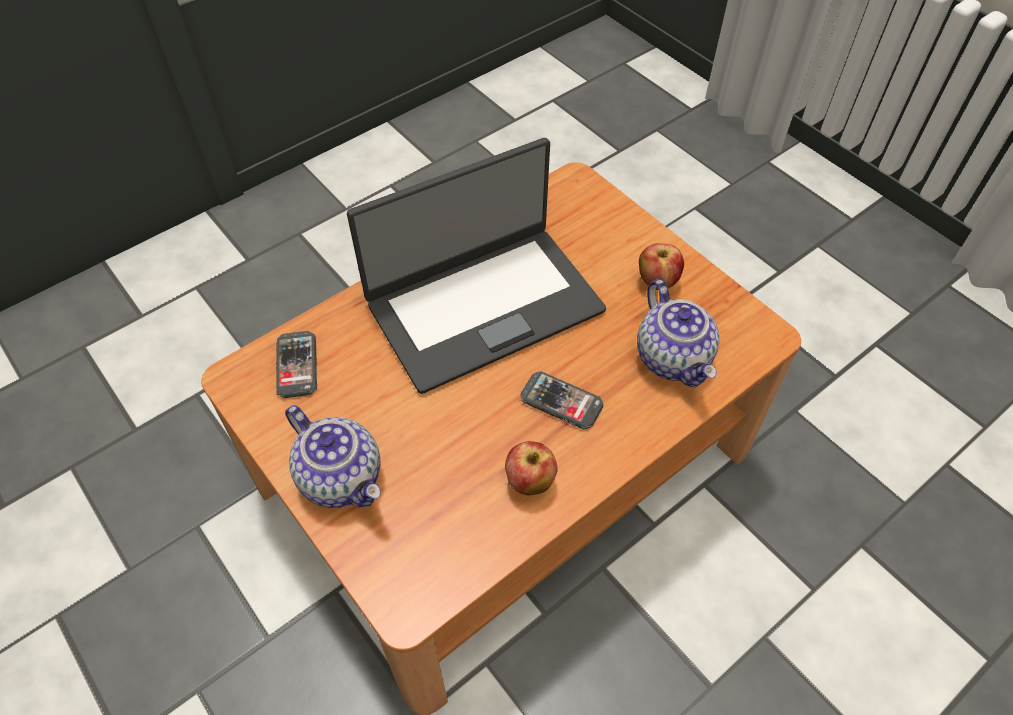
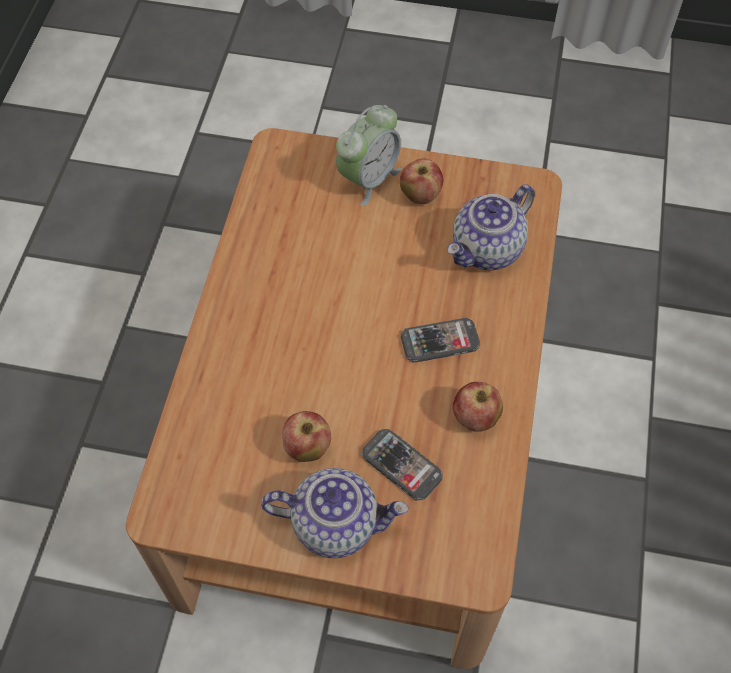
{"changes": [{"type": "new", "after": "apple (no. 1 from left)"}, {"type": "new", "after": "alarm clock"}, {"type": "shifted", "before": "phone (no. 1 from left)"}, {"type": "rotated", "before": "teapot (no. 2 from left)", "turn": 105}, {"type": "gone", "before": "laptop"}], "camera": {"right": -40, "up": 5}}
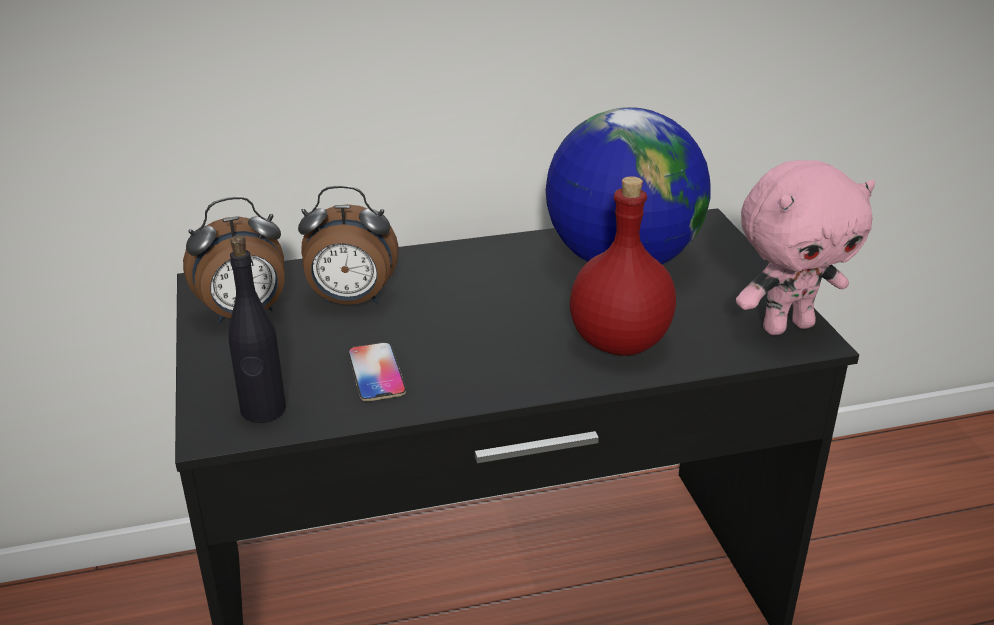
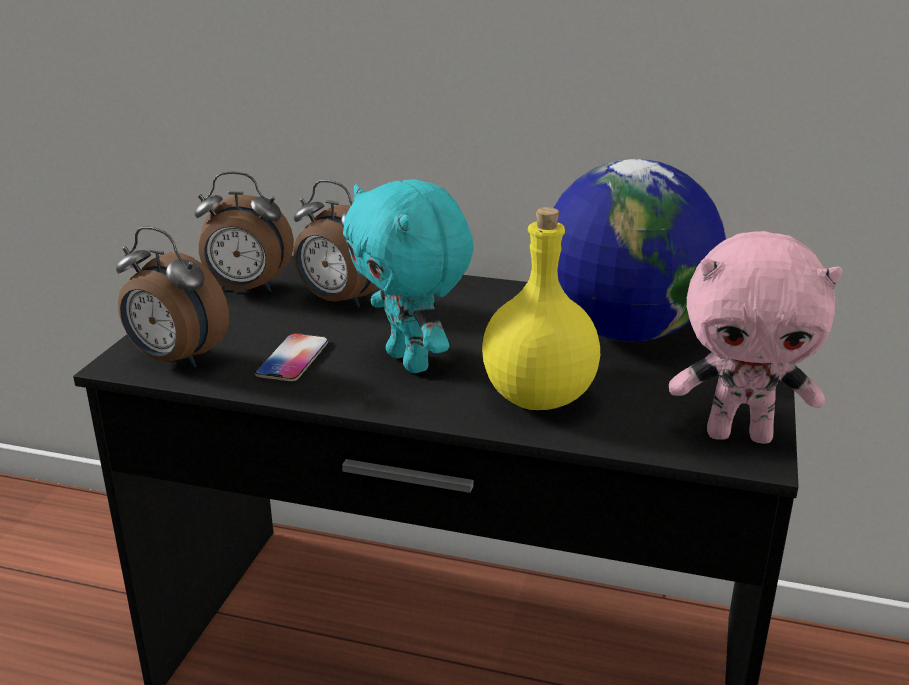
{"changes": [{"type": "swapped", "before": "bottle (black)", "after": "alarm clock (no. 1 from left)"}, {"type": "new", "after": "plush toy (turquoise)"}, {"type": "repainted", "before": "bottle (red)", "after": "bottle (yellow)"}], "camera": {"right": 30, "up": -5}}
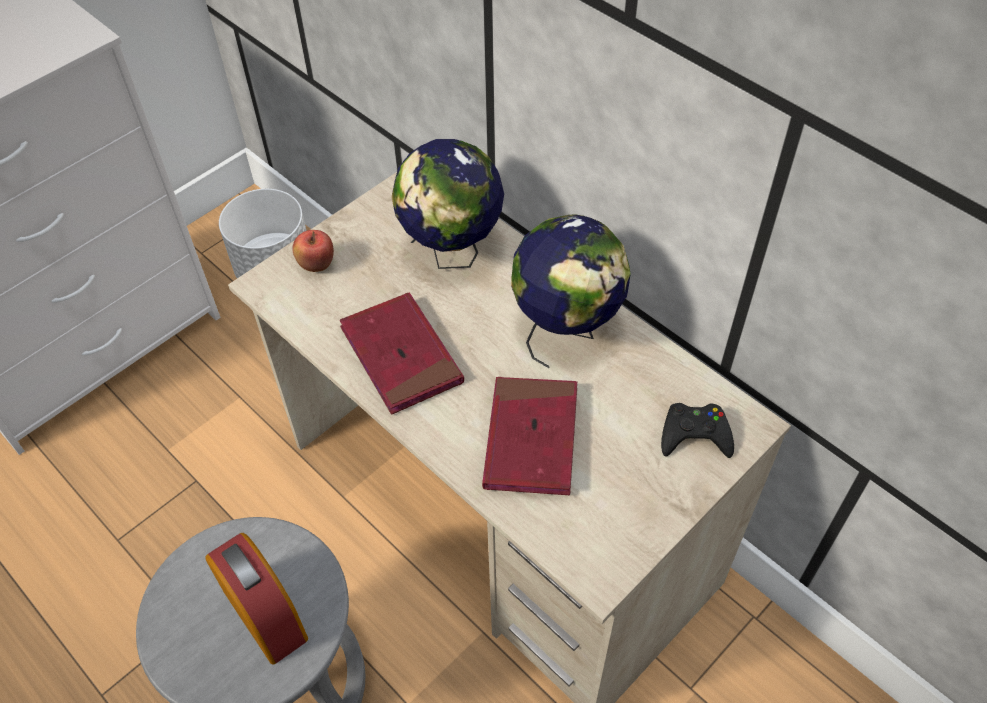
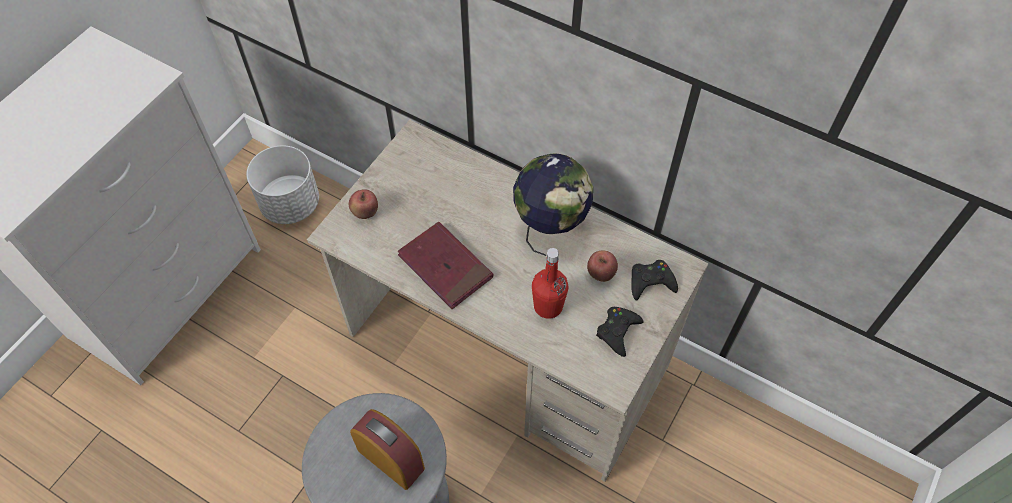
{"changes": [{"type": "swapped", "before": "book (red) (no. 2 from left)", "after": "bottle (red)"}, {"type": "new", "after": "apple (no. 2 from left)"}, {"type": "new", "after": "game controller (black) (no. 1 from left)"}, {"type": "gone", "before": "globe (no. 1 from left)"}], "camera": {"right": -15, "up": 5}}
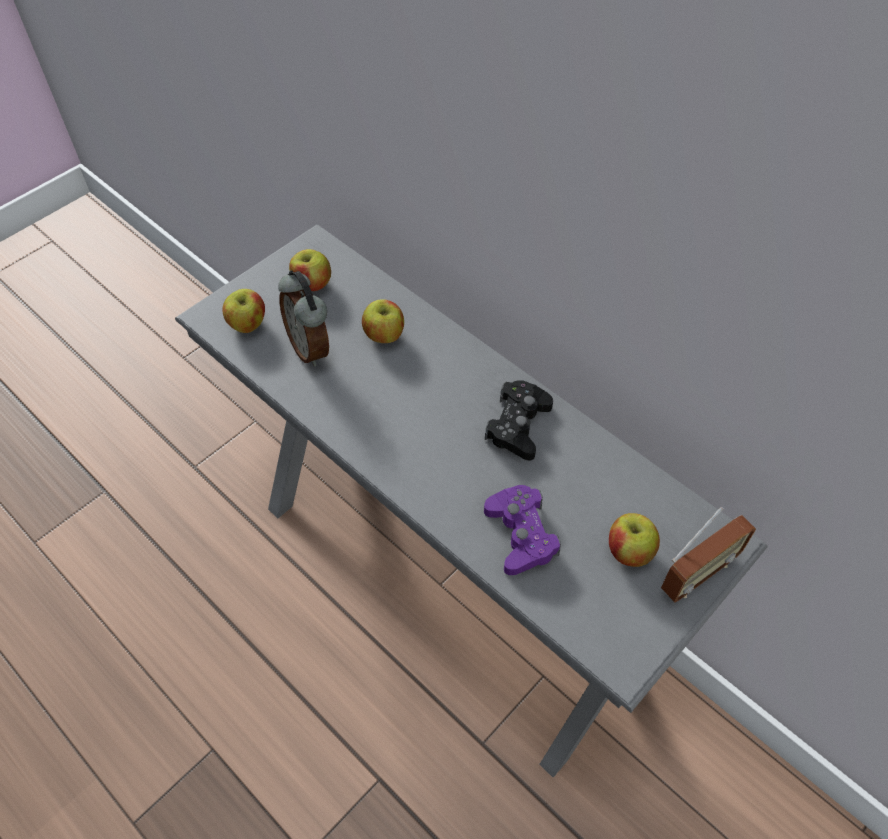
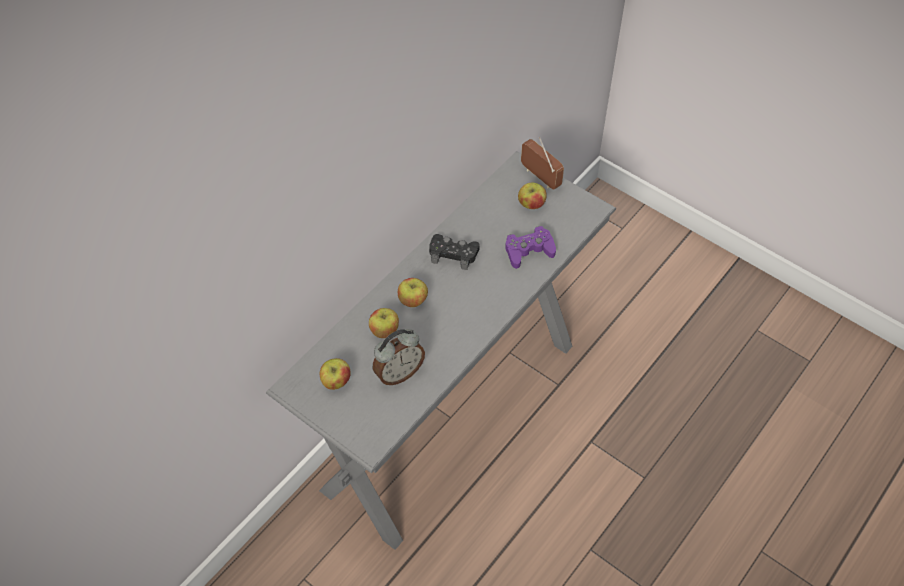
{"changes": [{"type": "shifted", "before": "apple (no. 1 from left in the first image)", "after": "apple (no. 3 from left)"}], "camera": {"right": -95, "up": 0}}
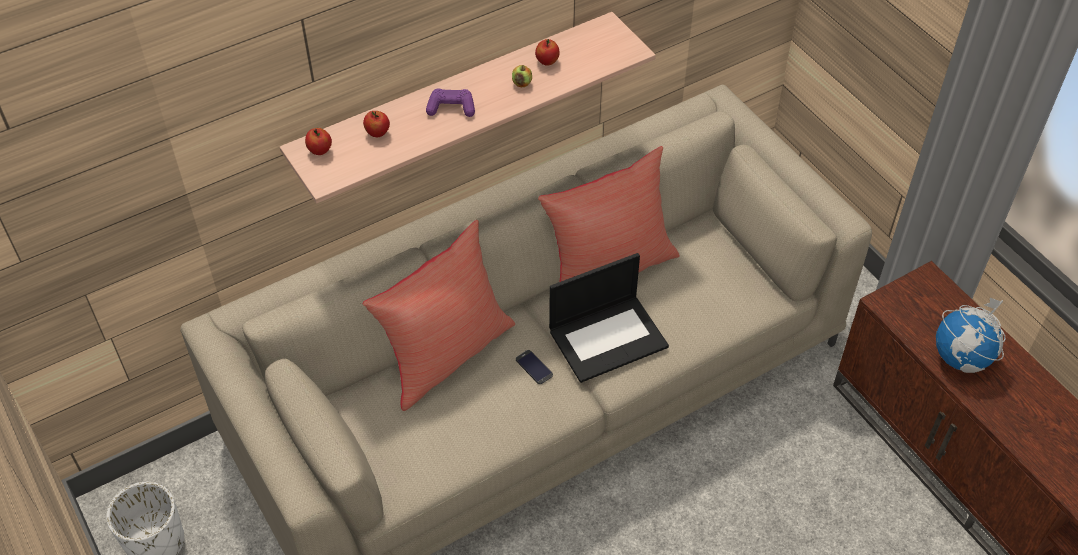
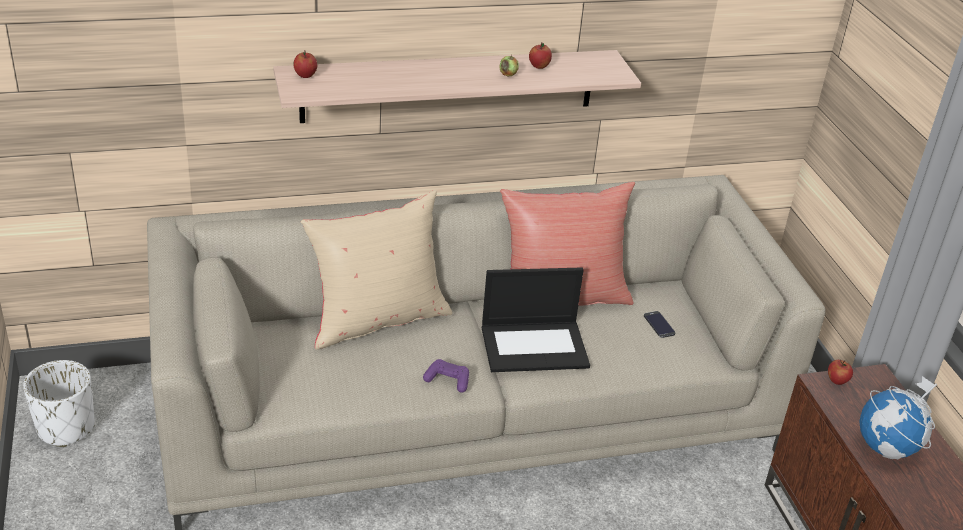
{"changes": [{"type": "repainted", "before": "pillow (red) (no. 1 from left)", "after": "pillow (beige)"}, {"type": "shifted", "before": "game controller (purple)"}, {"type": "shifted", "before": "phone"}, {"type": "shifted", "before": "apple (no. 2 from left in the first image)", "after": "apple (no. 4 from left)"}], "camera": {"right": 15, "up": -15}}
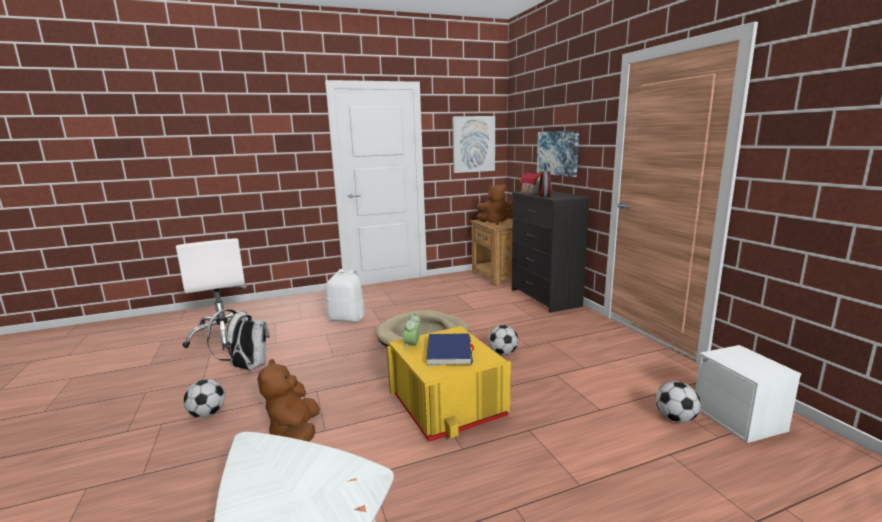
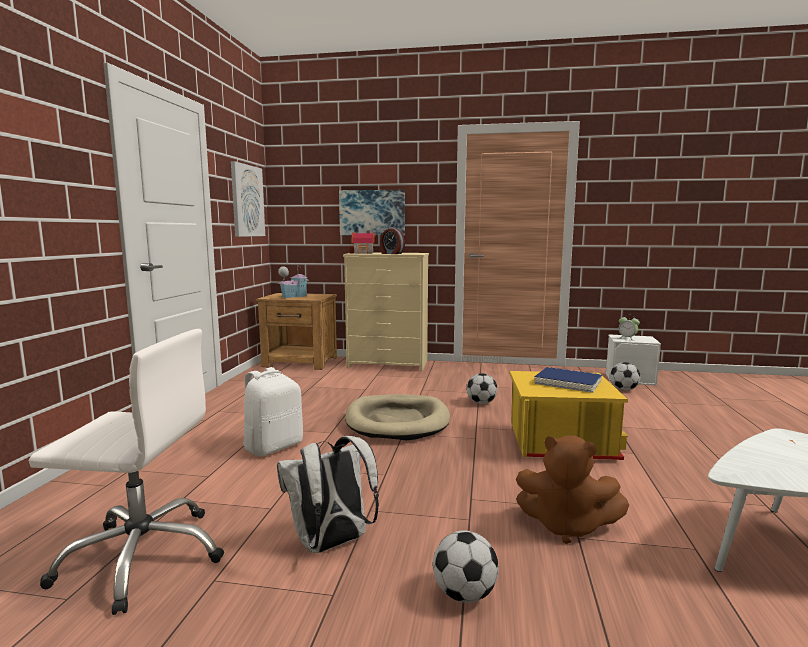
{"changes": [{"type": "swapped", "before": "plush toy (brown) (no. 2 from left)", "after": "toy house (no. 1 from left)"}, {"type": "repainted", "before": "dresser (black)", "after": "dresser (beige)"}, {"type": "shifted", "before": "alarm clock (no. 1 from left in the first image)", "after": "alarm clock (no. 2 from left)"}], "camera": {"right": -60, "up": -5}}
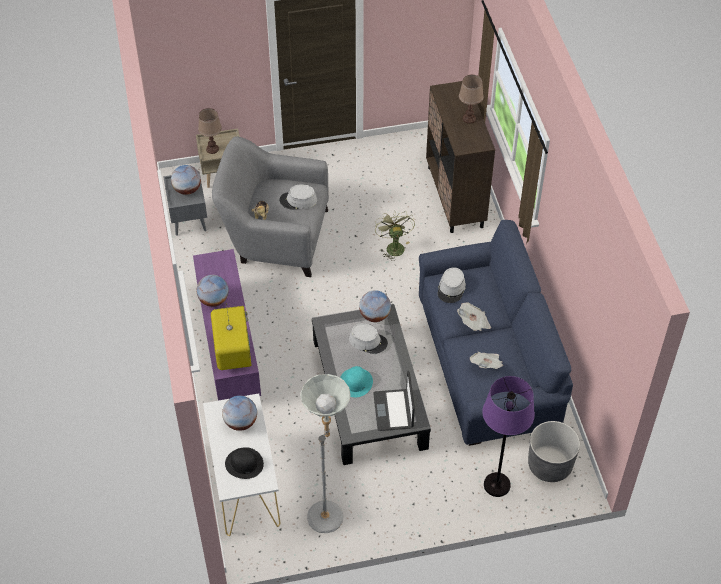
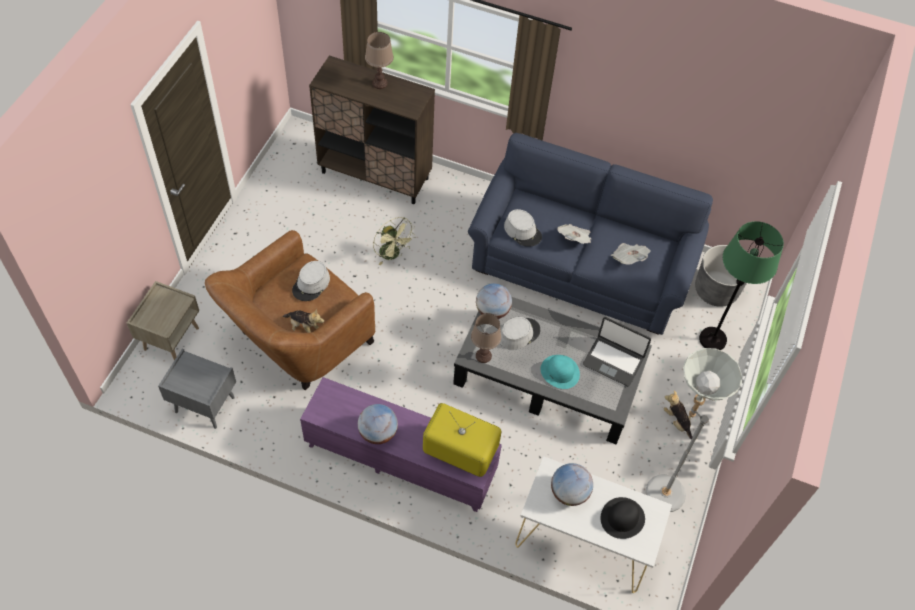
{"changes": [{"type": "repainted", "before": "armchair (grey)", "after": "armchair (brown)"}, {"type": "rotated", "before": "fan (green)", "turn": -150}, {"type": "shifted", "before": "table lamp (brown) (no. 1 from left in the first image)", "after": "table lamp (brown) (no. 2 from left)"}, {"type": "new", "after": "plush toy (no. 2 from left)"}, {"type": "repainted", "before": "floor lamp (purple)", "after": "floor lamp (green)"}, {"type": "gone", "before": "globe (no. 1 from left)"}], "camera": {"right": -60, "up": 5}}
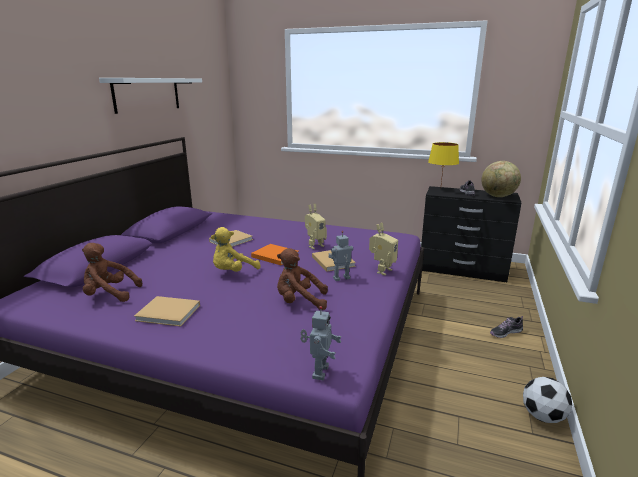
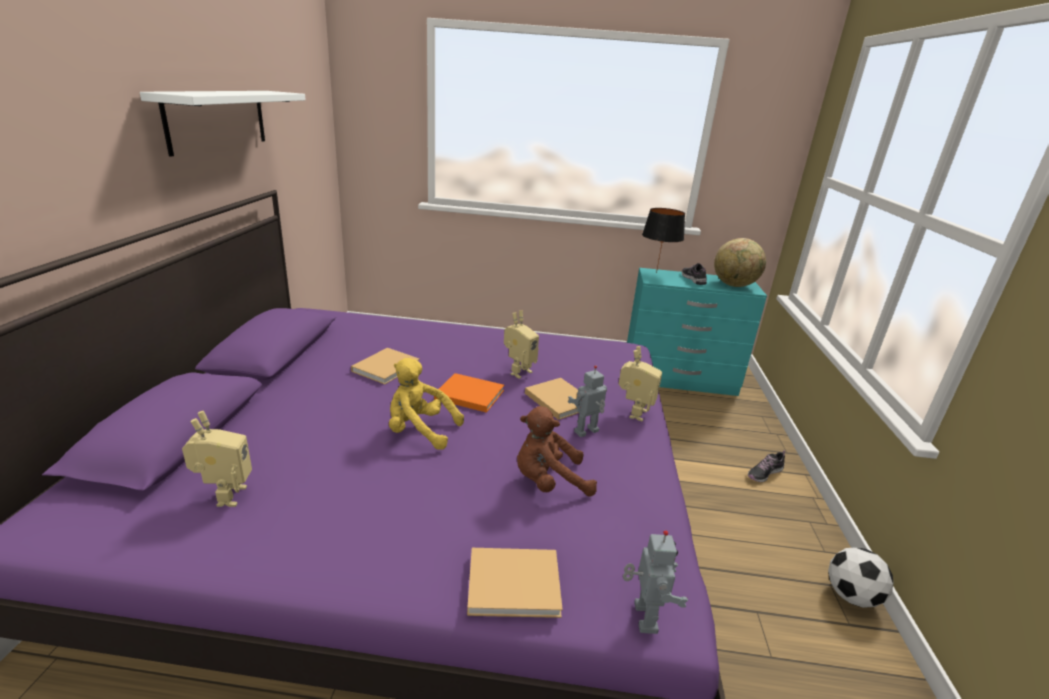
{"changes": [{"type": "swapped", "before": "plush toy (brown) (no. 1 from left)", "after": "toy robot (no. 1 from left)"}, {"type": "rotated", "before": "plush toy (yellow)", "turn": 75}, {"type": "shifted", "before": "book (beige) (no. 1 from left in the first image)", "after": "book (beige) (no. 2 from left)"}, {"type": "repainted", "before": "dresser (black)", "after": "dresser (turquoise)"}, {"type": "repainted", "before": "table lamp (yellow)", "after": "table lamp (black)"}], "camera": {"right": -15, "up": 5}}
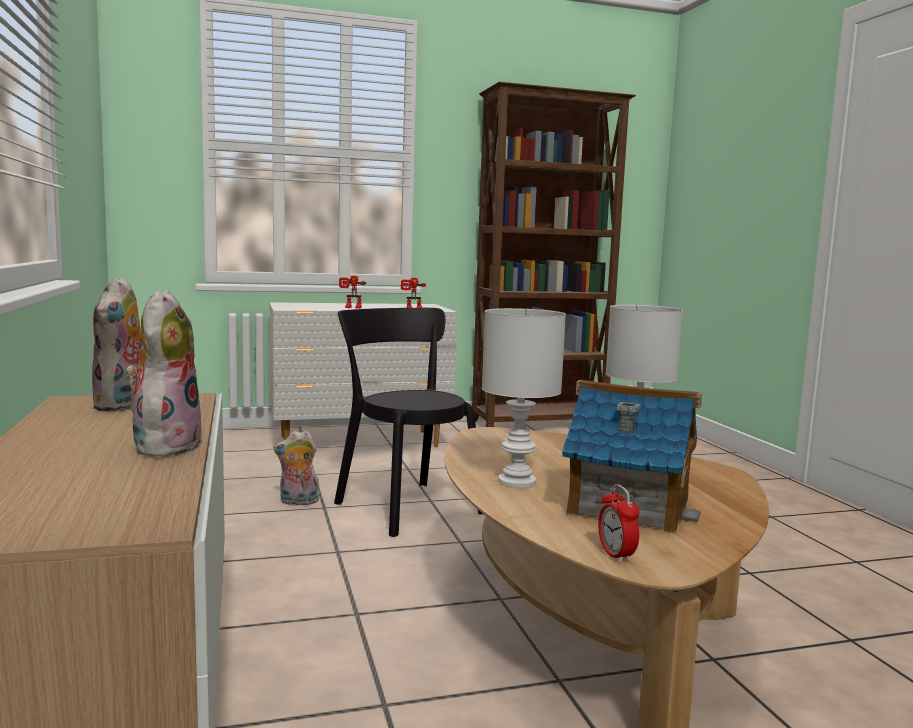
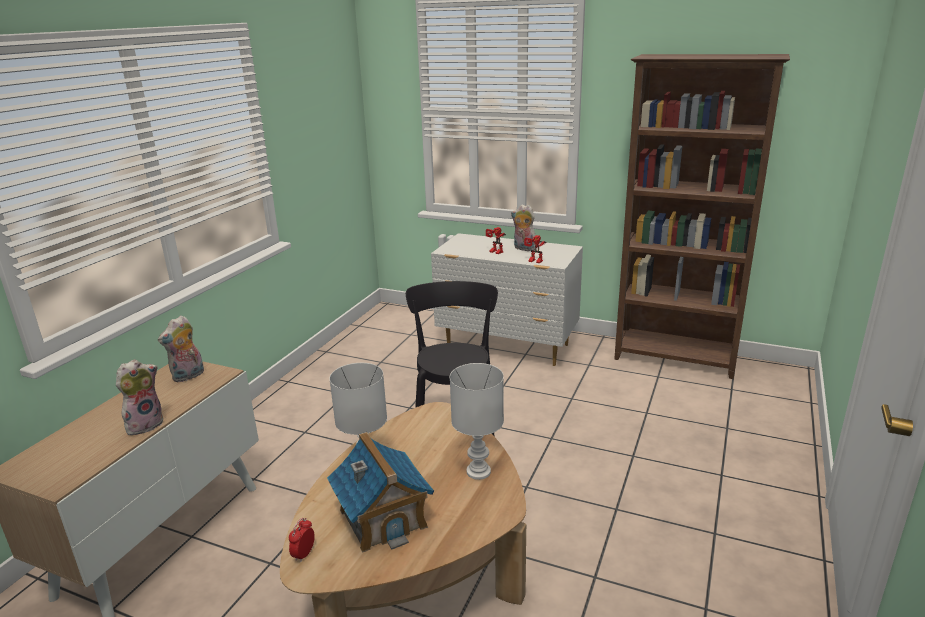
{"changes": [{"type": "shifted", "before": "plush toy (no. 3 from left)"}], "camera": {"right": 40, "up": 15}}
